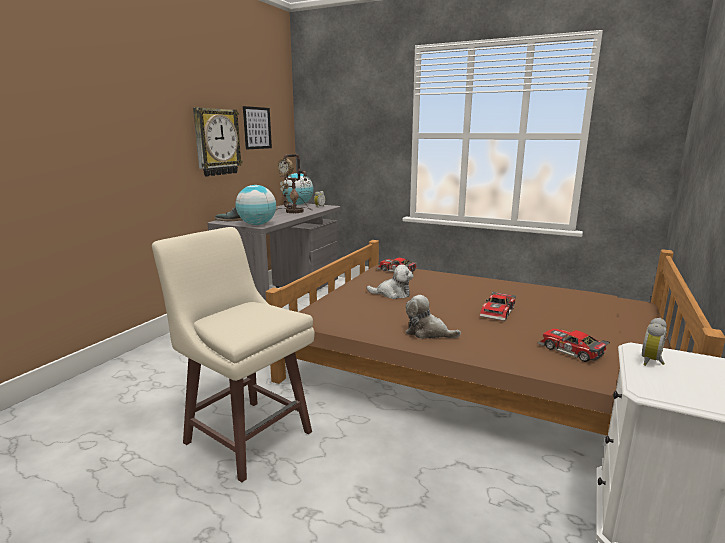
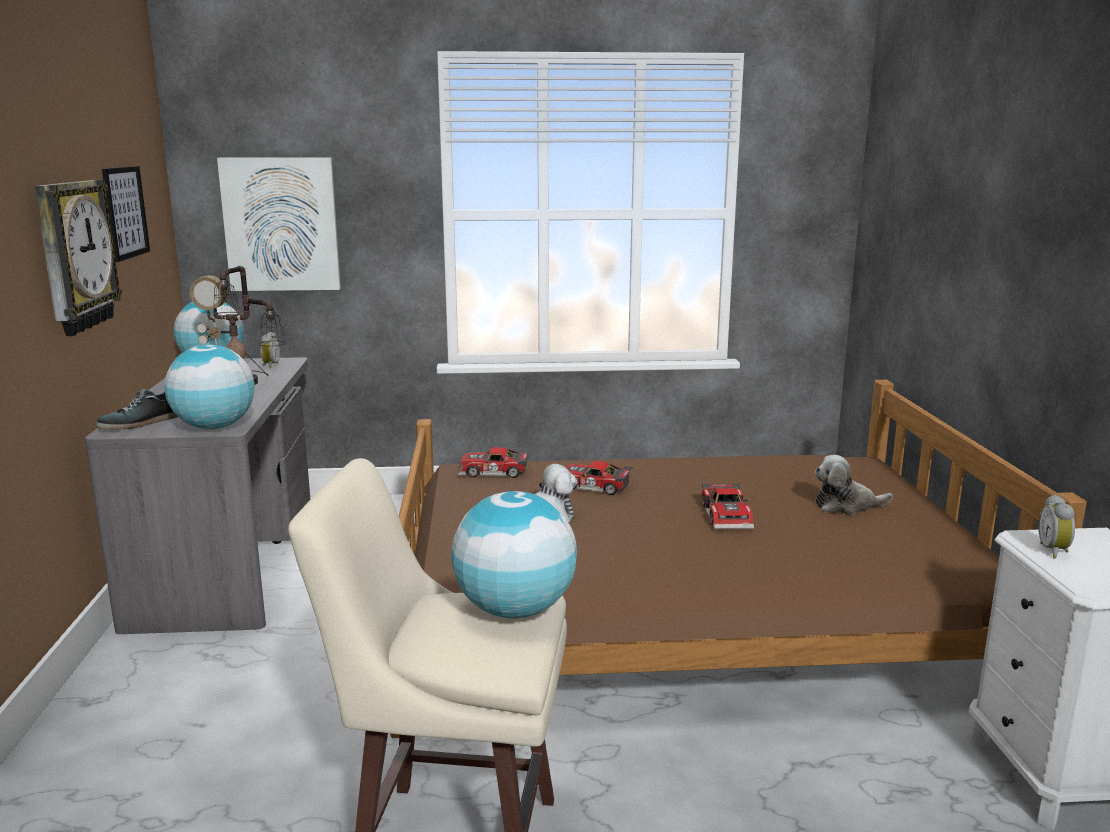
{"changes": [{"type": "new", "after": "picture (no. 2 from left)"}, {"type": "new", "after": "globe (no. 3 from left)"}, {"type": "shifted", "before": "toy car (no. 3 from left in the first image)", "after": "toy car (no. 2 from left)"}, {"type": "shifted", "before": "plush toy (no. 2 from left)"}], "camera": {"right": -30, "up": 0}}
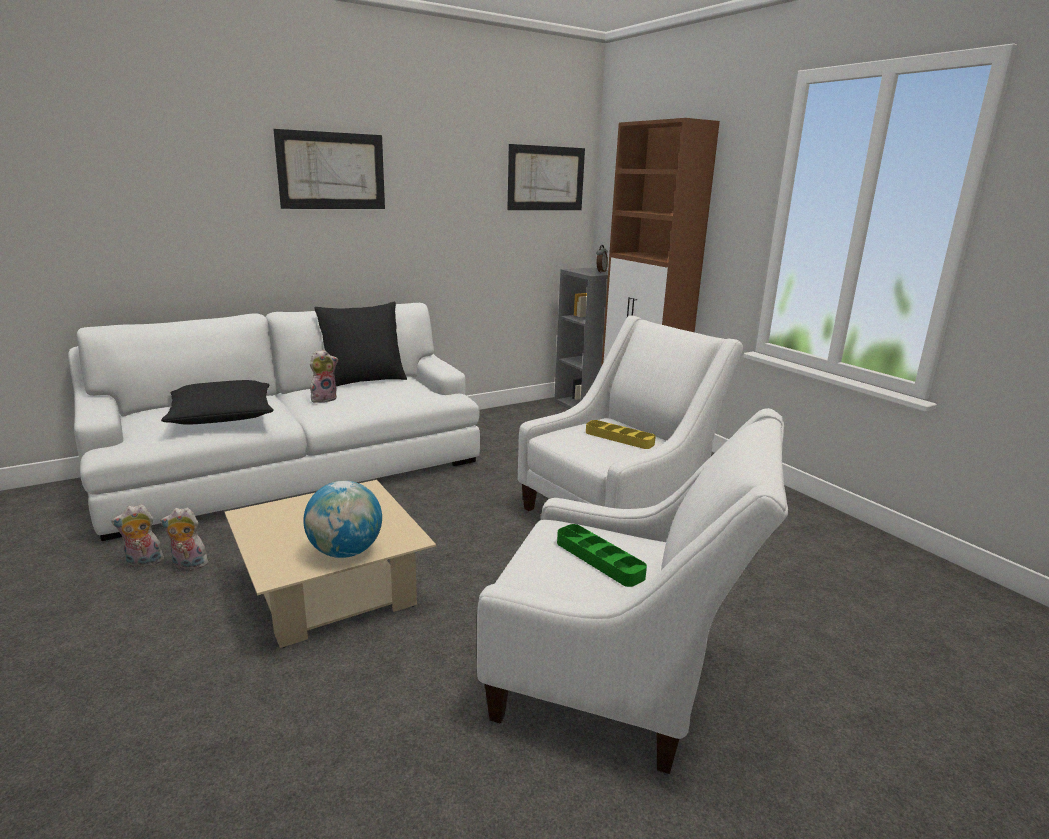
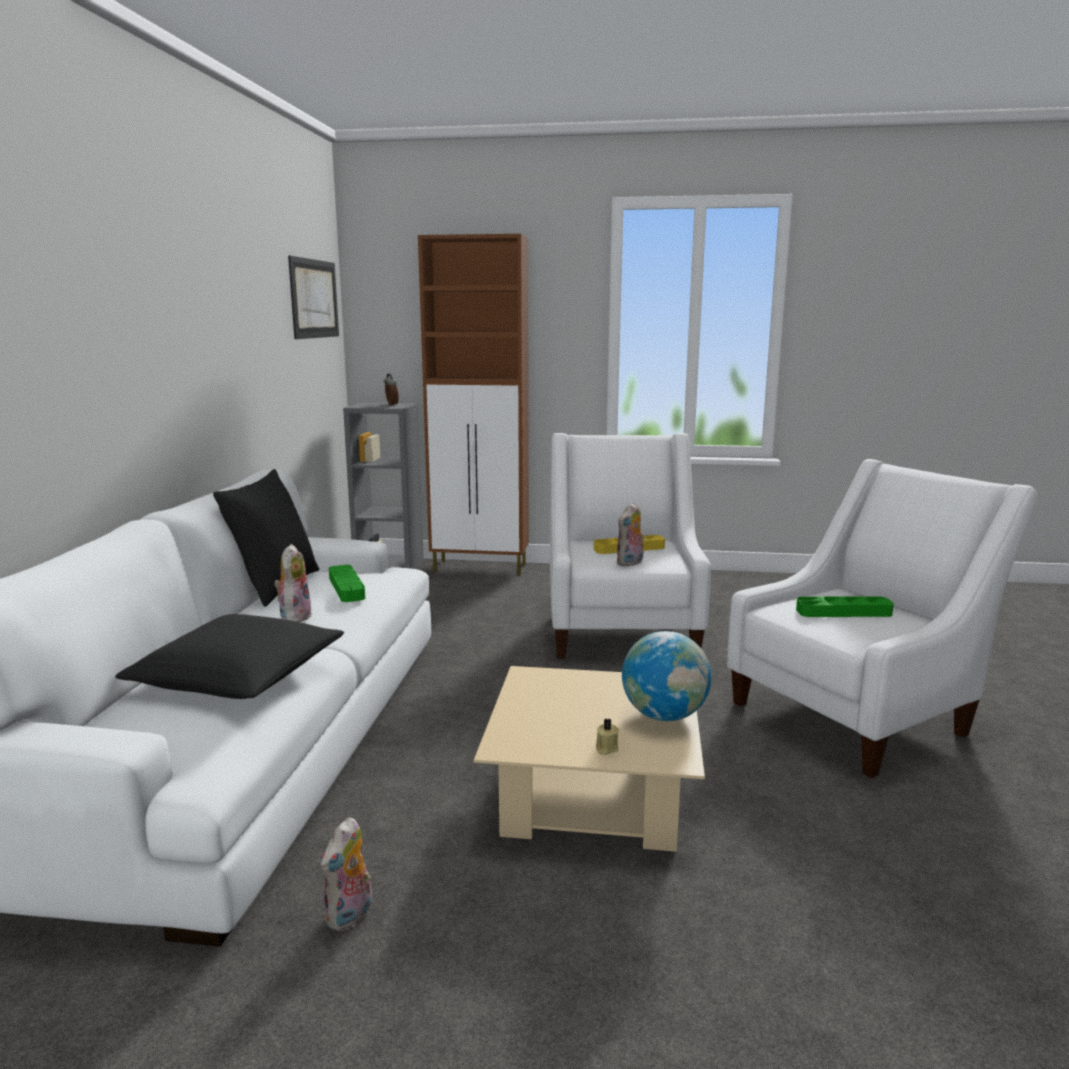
{"changes": [{"type": "new", "after": "tray (green) (no. 1 from left)"}, {"type": "new", "after": "candle (beige)"}, {"type": "shifted", "before": "plush toy (no. 2 from left in the first image)", "after": "plush toy (no. 3 from left)"}, {"type": "gone", "before": "picture (no. 1 from left)"}], "camera": {"right": -50, "up": -5}}
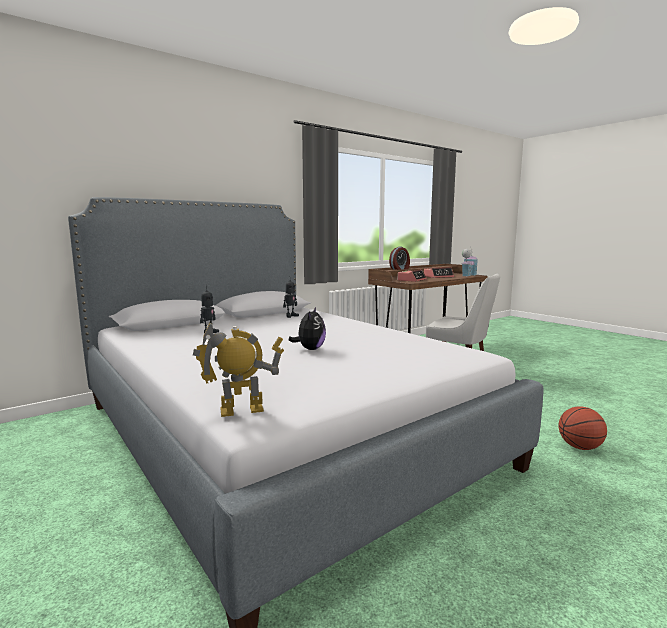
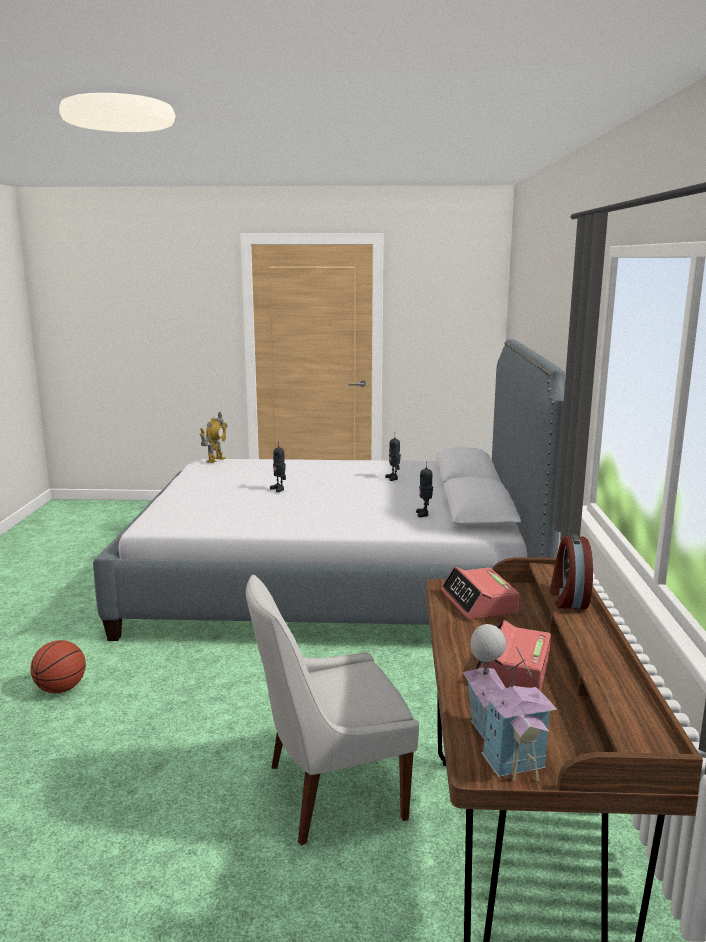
{"changes": [{"type": "swapped", "before": "plush toy", "after": "toy robot (no. 2 from left)"}], "camera": {"right": 130, "up": 5}}
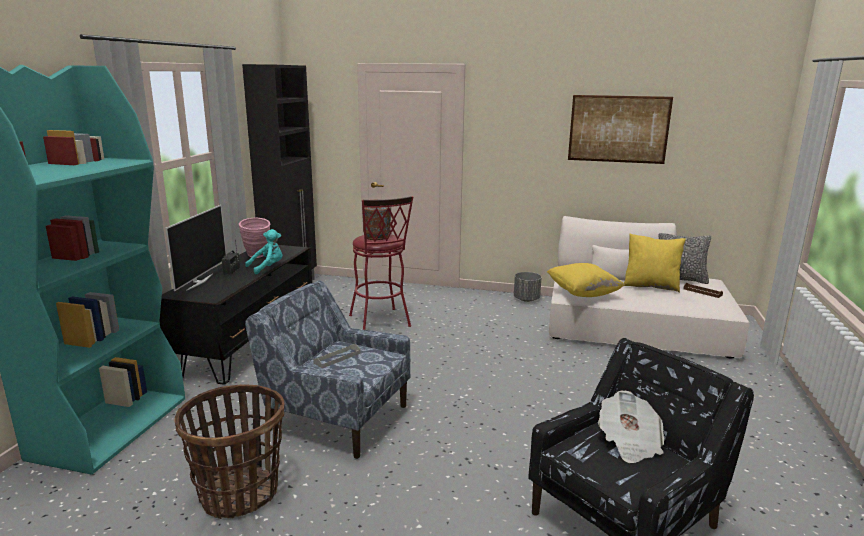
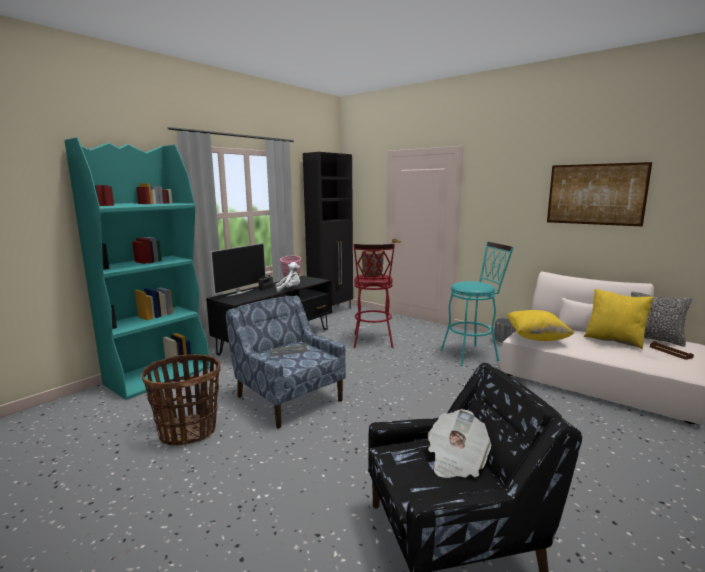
{"changes": [{"type": "repainted", "before": "plush toy (turquoise)", "after": "plush toy (white)"}, {"type": "new", "after": "stool (turquoise)"}], "camera": {"right": 25, "up": -5}}
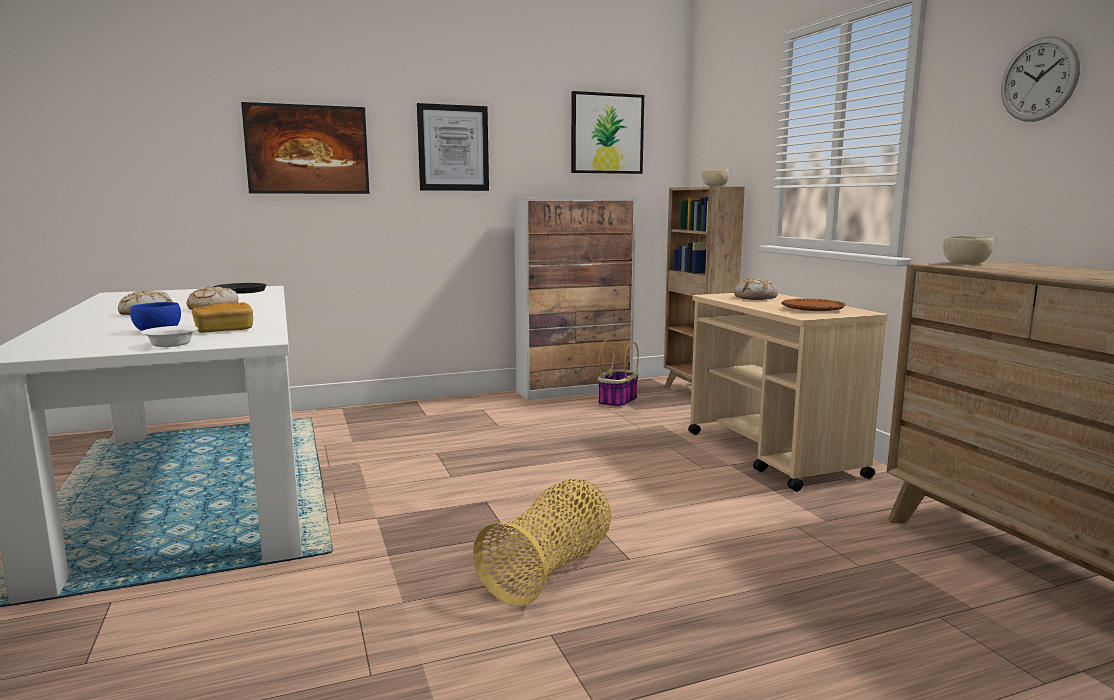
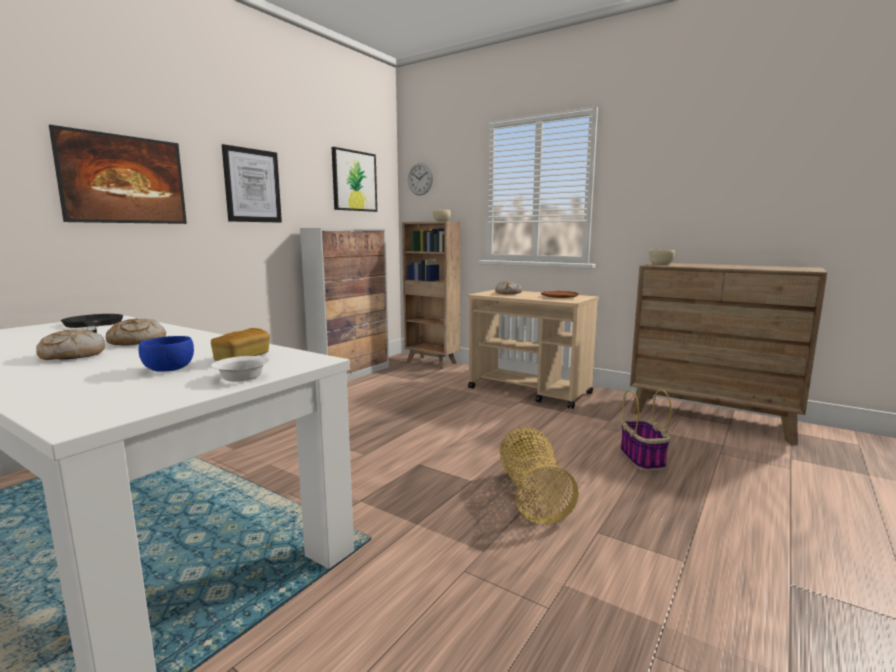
{"changes": [{"type": "shifted", "before": "wall clock"}, {"type": "shifted", "before": "basket (no. 2 from left)"}], "camera": {"right": -35, "up": 0}}
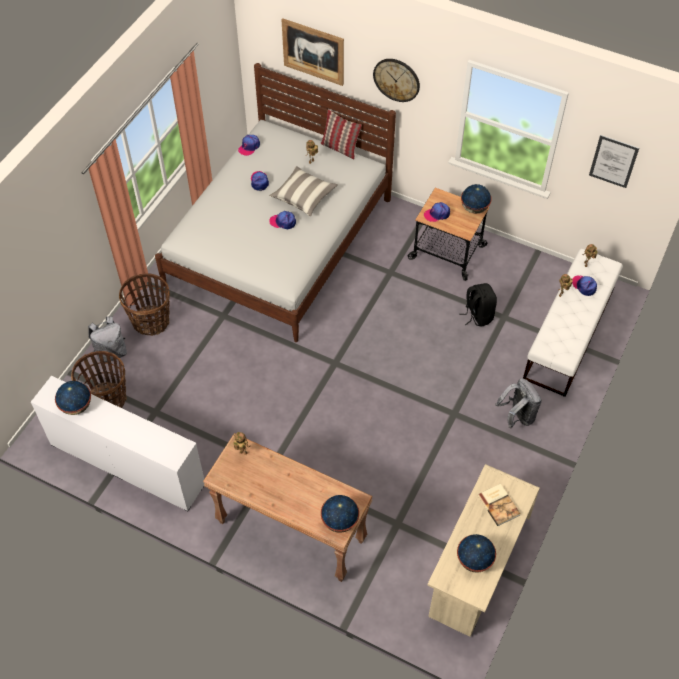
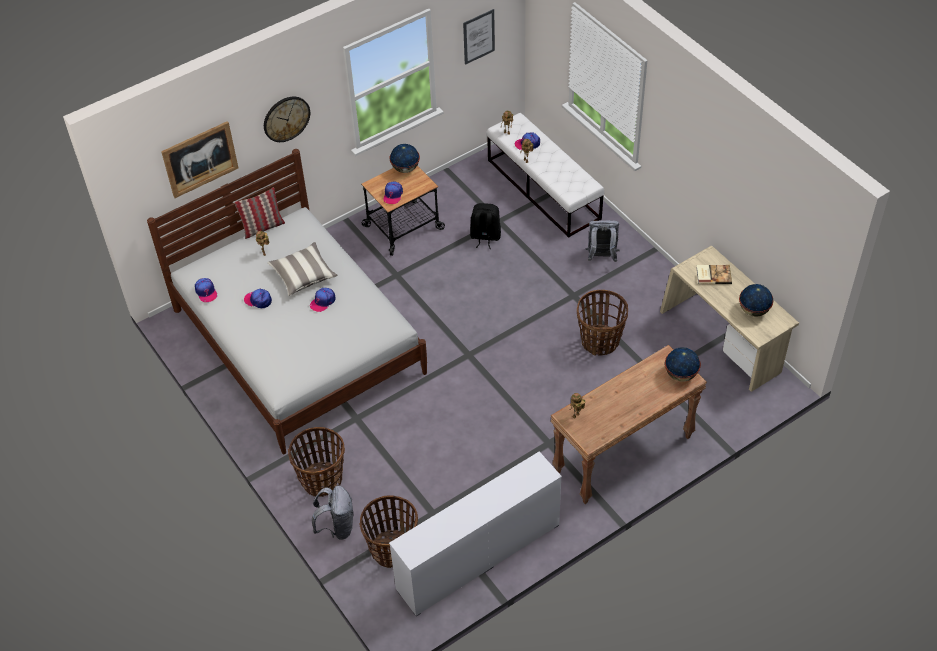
{"changes": [{"type": "new", "after": "basket (no. 3 from left)"}, {"type": "gone", "before": "globe (no. 1 from left)"}], "camera": {"right": -60, "up": -5}}
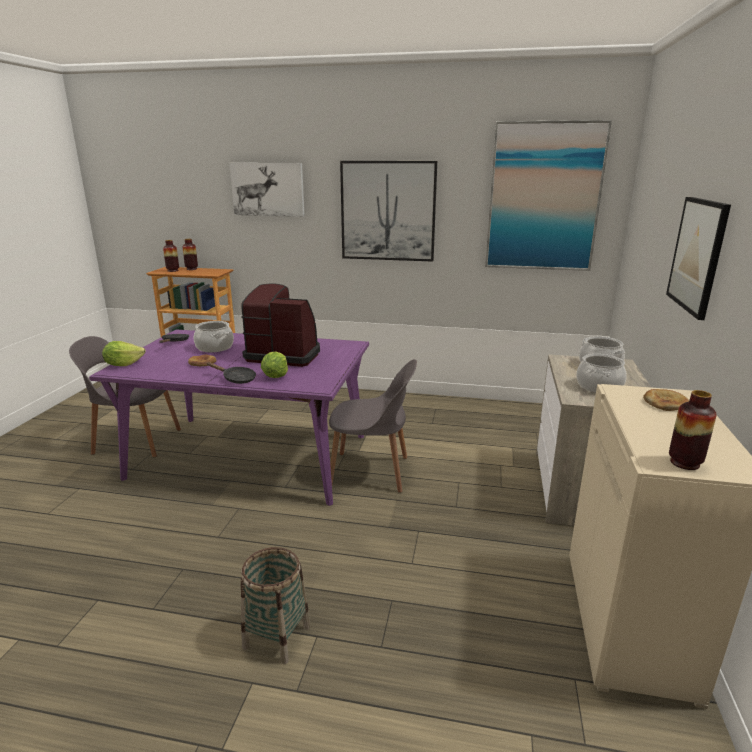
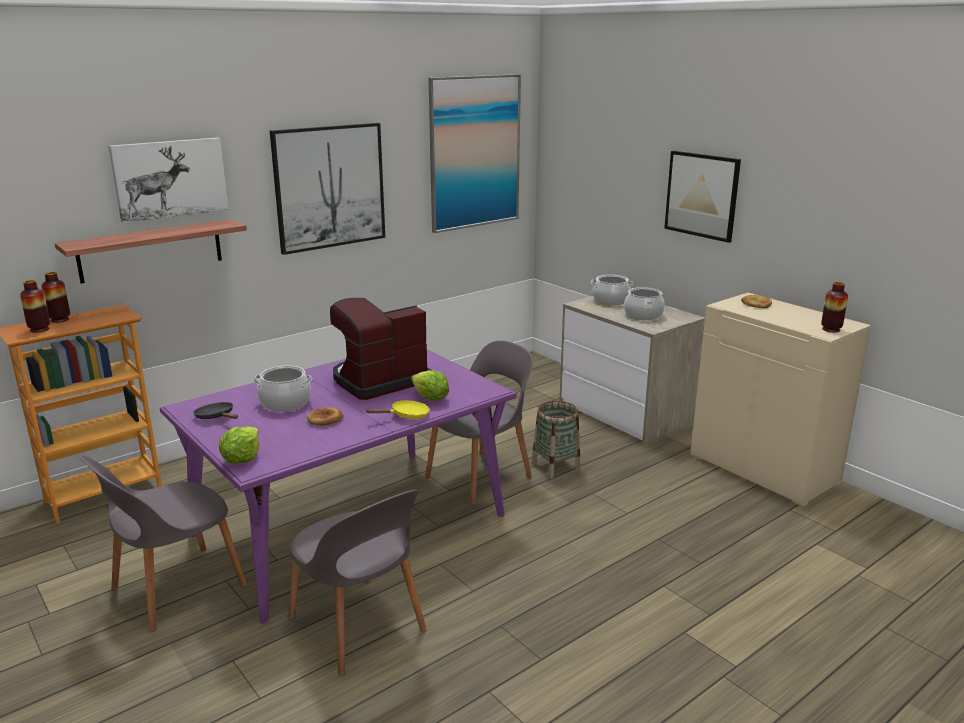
{"changes": [{"type": "new", "after": "shelf"}, {"type": "new", "after": "chair (grey) (no. 2 from left)"}, {"type": "repainted", "before": "frying pan (black) (no. 2 from left)", "after": "frying pan (yellow)"}, {"type": "shifted", "before": "basket"}], "camera": {"right": -50, "up": 0}}
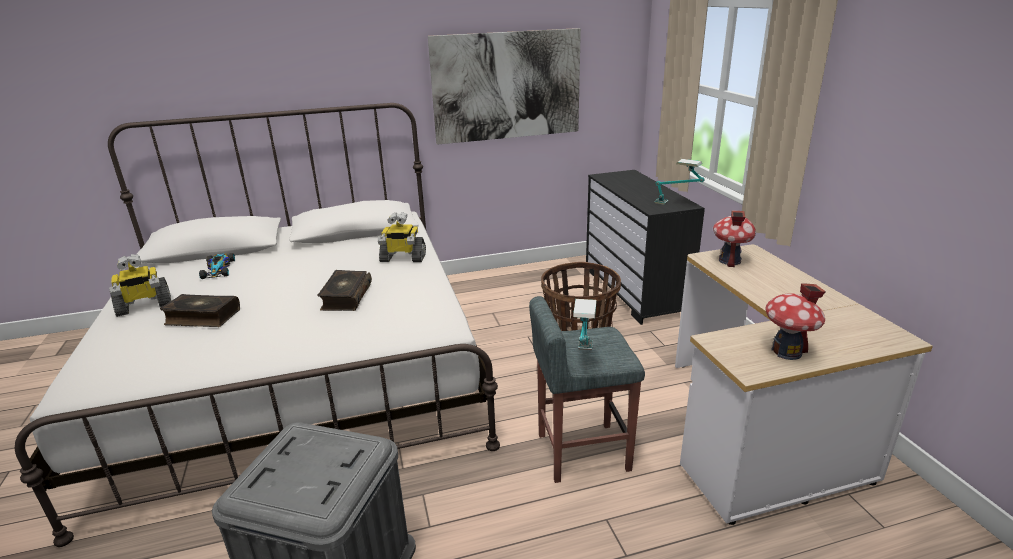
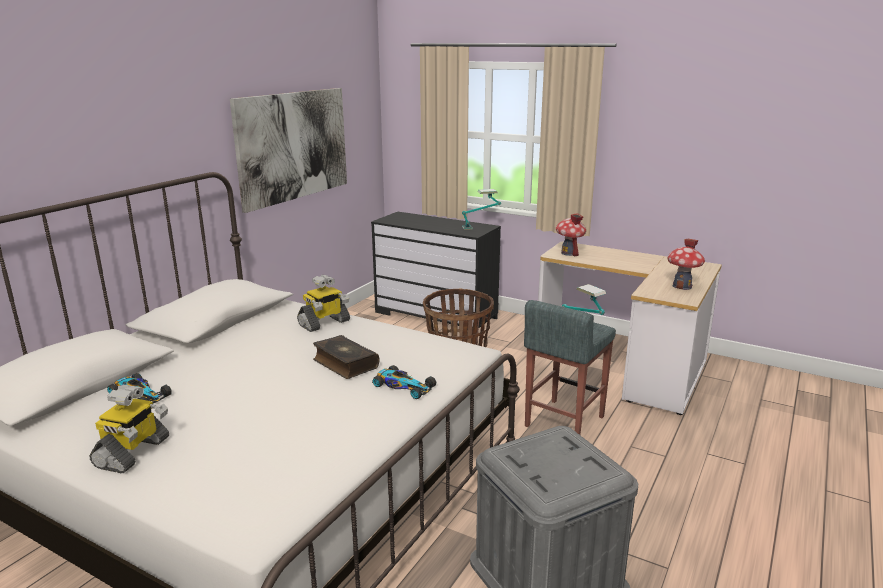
{"changes": [{"type": "new", "after": "toy car (no. 2 from left)"}, {"type": "gone", "before": "book (no. 1 from left)"}], "camera": {"right": -45, "up": -5}}
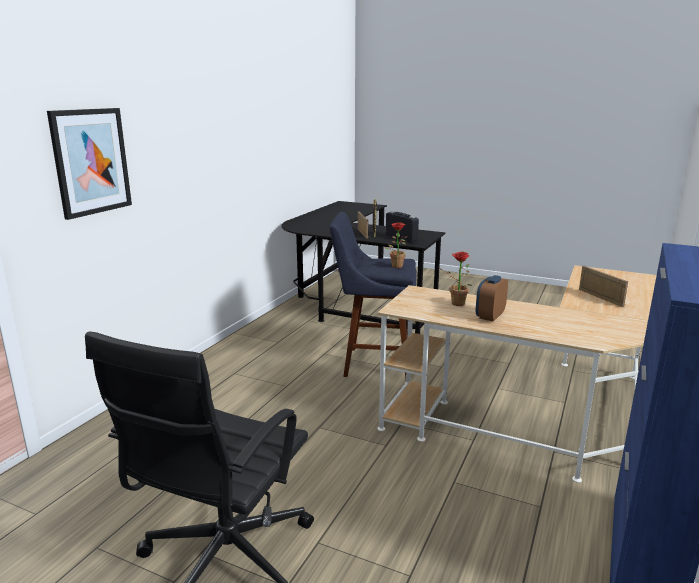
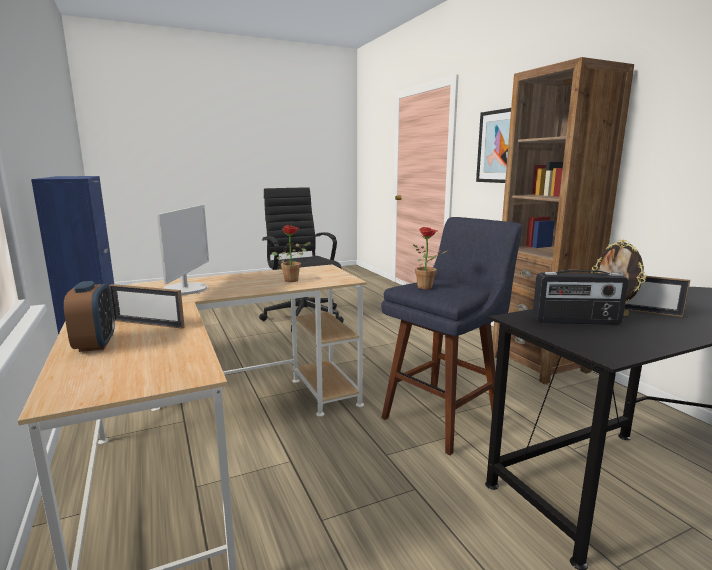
{"changes": [{"type": "shifted", "before": "alarm clock"}, {"type": "new", "after": "monitor"}, {"type": "new", "after": "bookcase (brown)"}], "camera": {"right": 130, "up": -5}}
